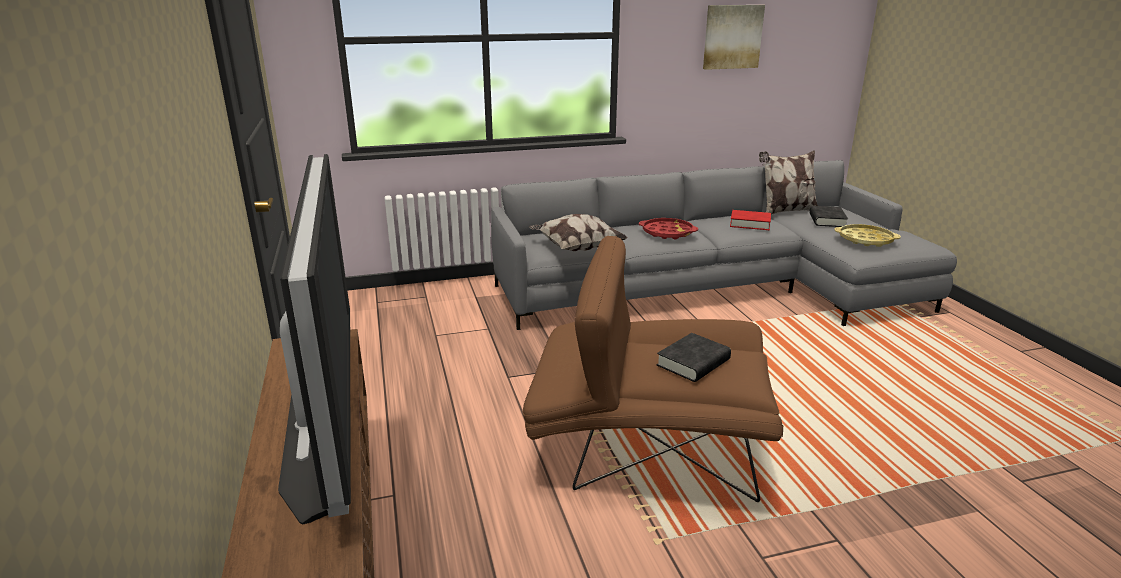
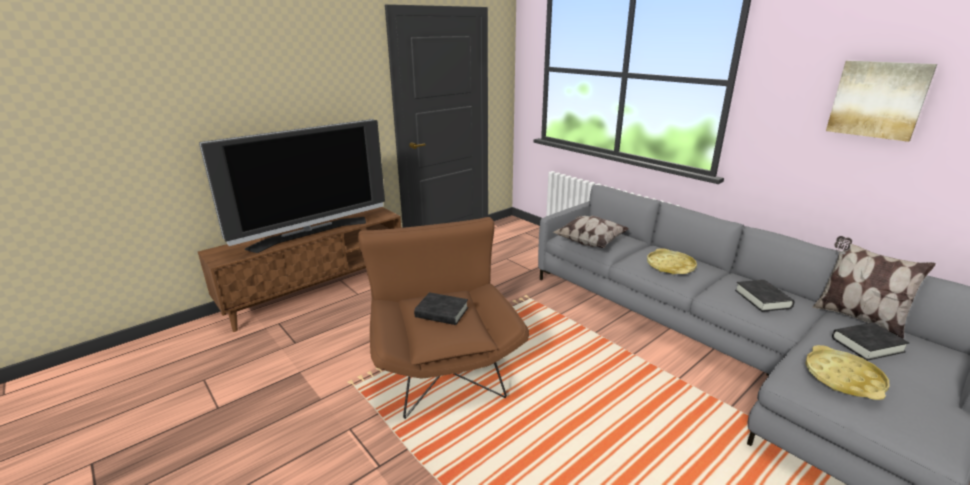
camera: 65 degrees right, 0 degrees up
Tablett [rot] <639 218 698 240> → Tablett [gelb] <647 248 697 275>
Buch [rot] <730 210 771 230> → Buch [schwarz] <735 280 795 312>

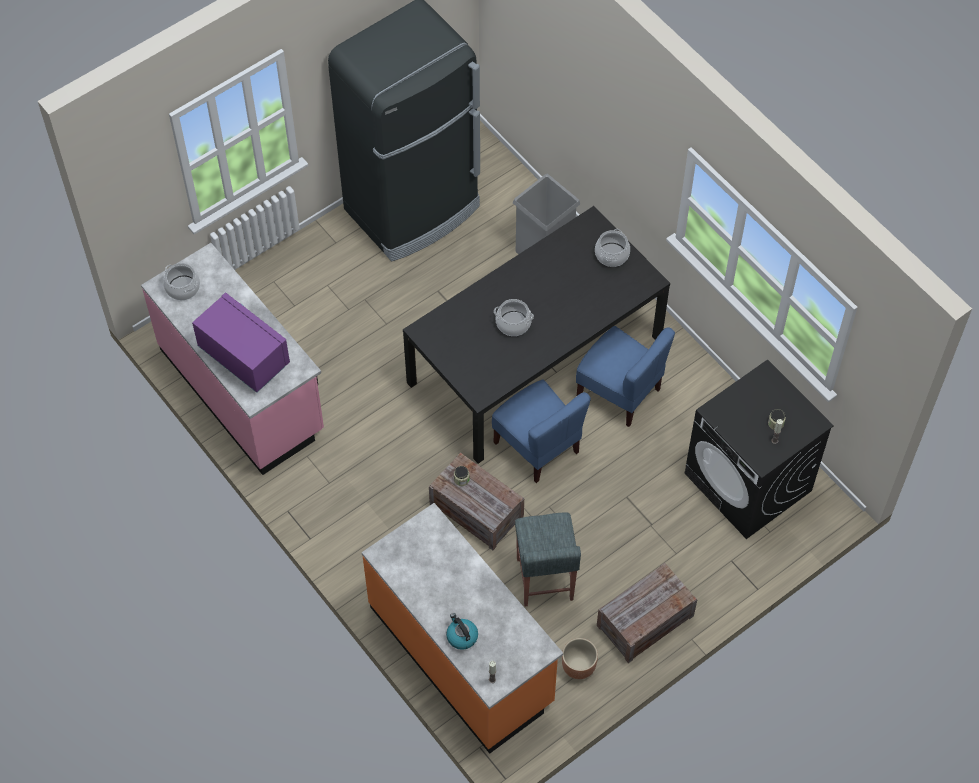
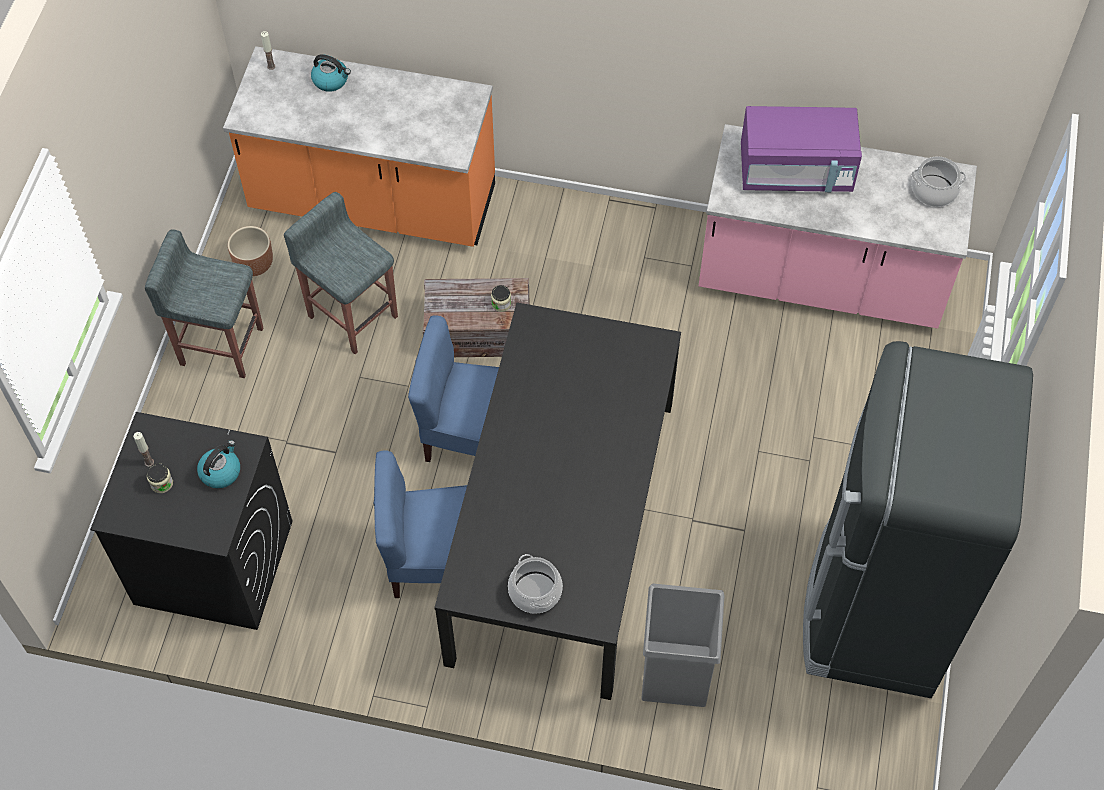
camera: 140 degrees right, 0 degrees up
Kiste <597 563 697 663> → Hocker [grau] <145 229 263 378>
- → Wasserkessel <197 440 240 488>
Kochtopf <494 299 534 336> → -

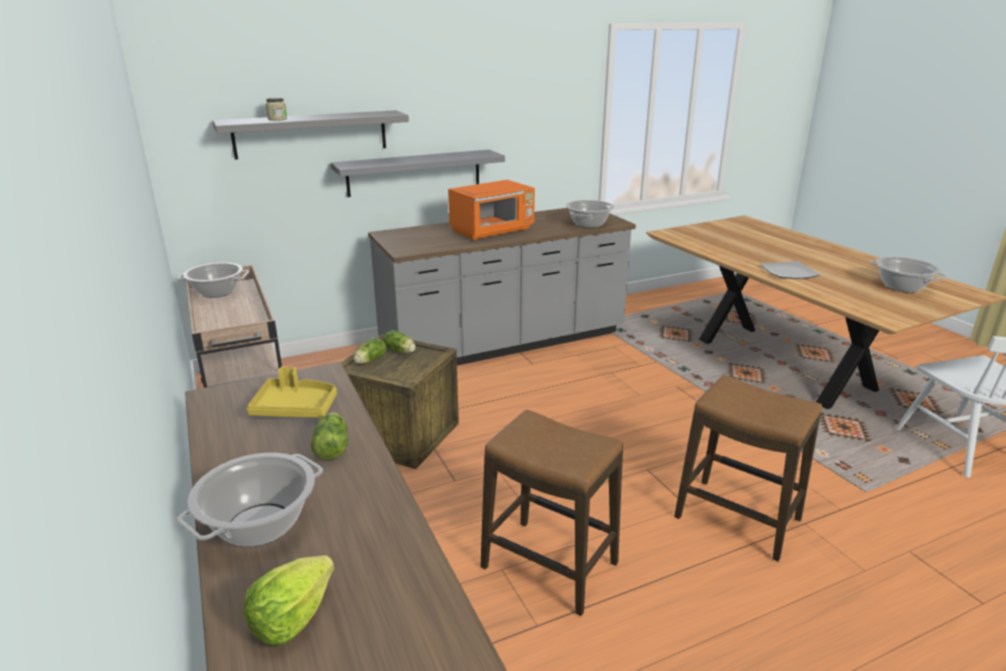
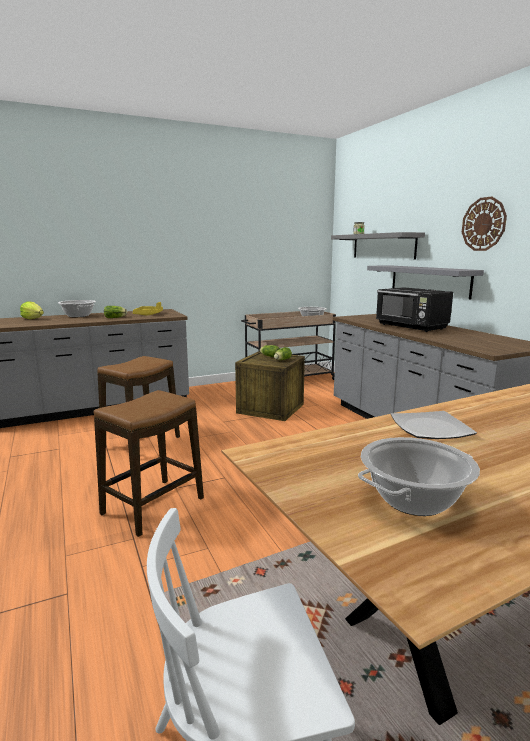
camera: 90 degrees right, 10 degrees down
Mikrowelle [orange] <448 180 535 240> → Mikrowelle [schwarz] <376 287 453 332>
- → Wanduhr <462 197 507 251>
Kochtopf <566 200 614 228> → -

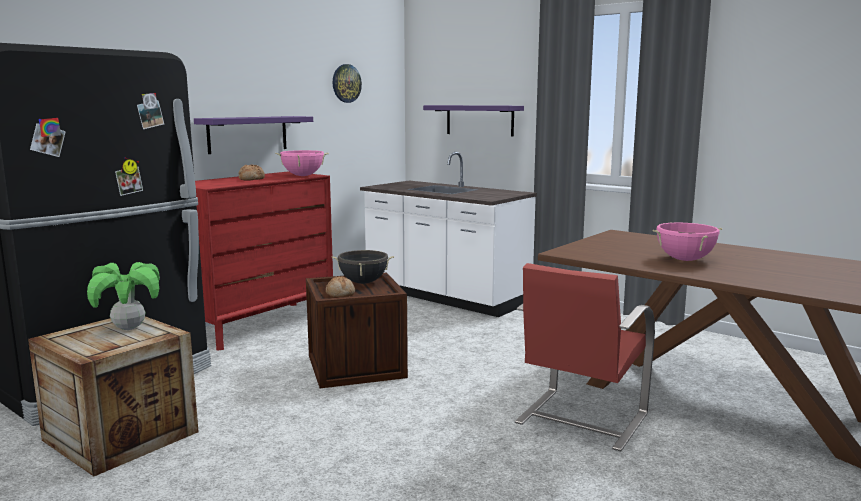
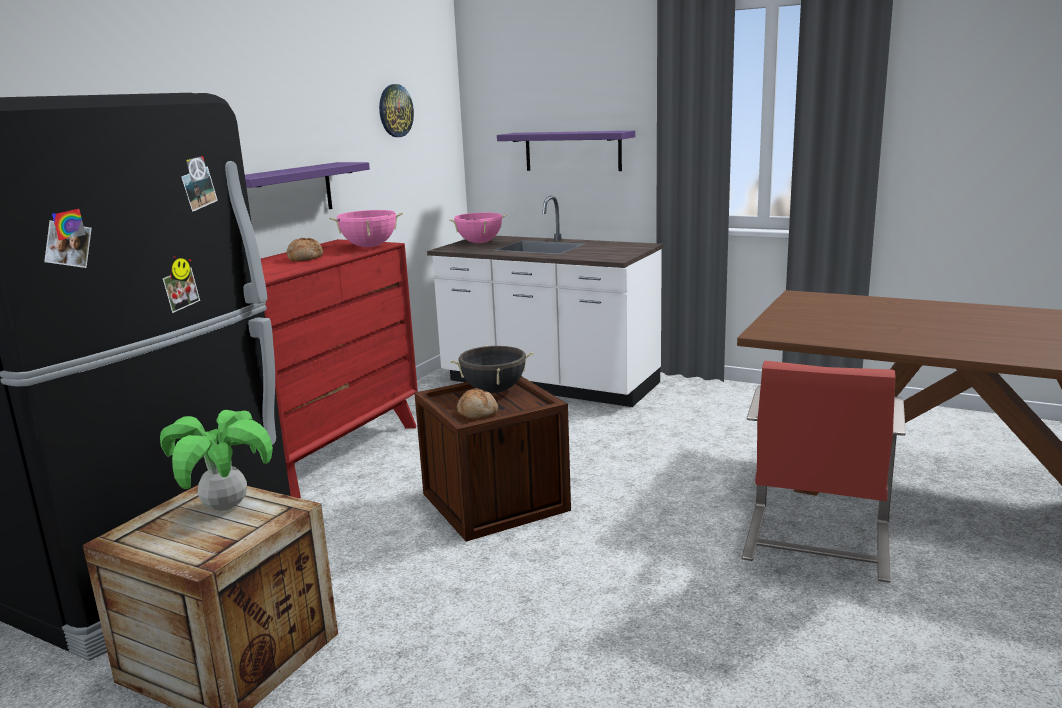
camera: 10 degrees left, 5 degrees up
Kochtopf [rosa] <653 222 722 261> → Kochtopf [rosa] <449 213 507 243>, moved

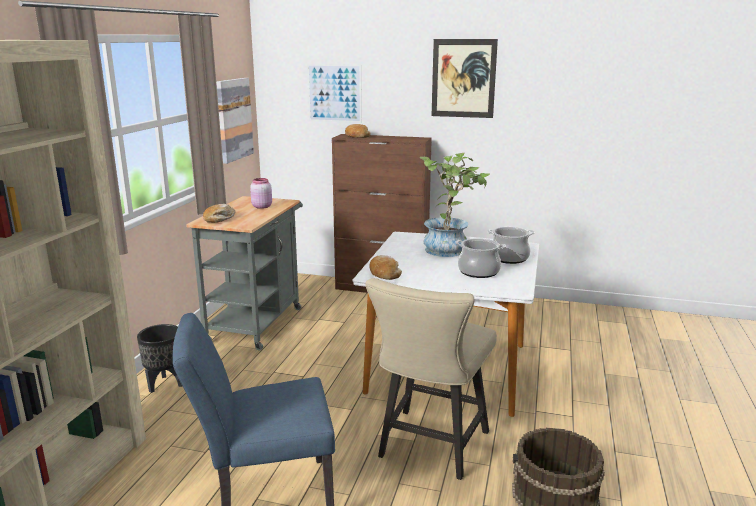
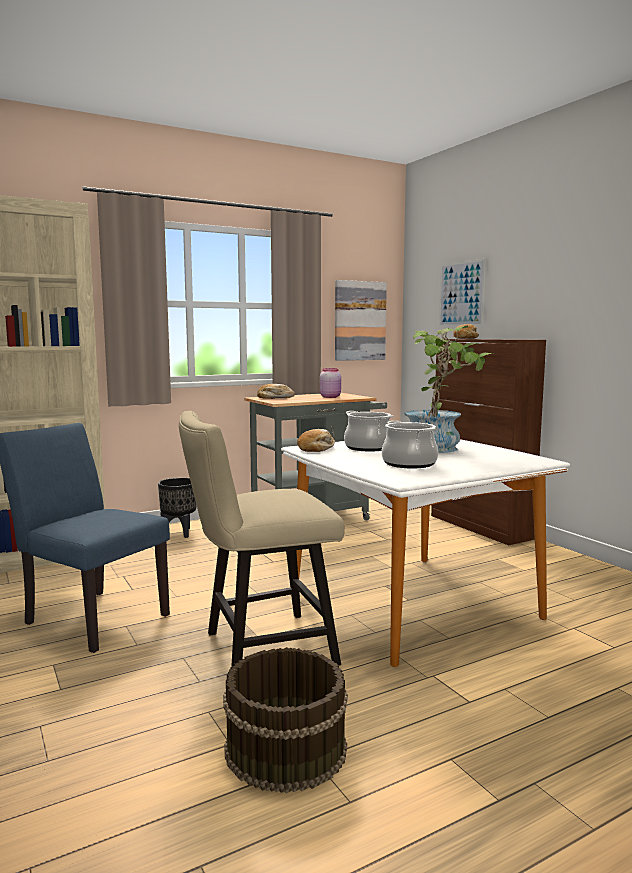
camera: 45 degrees right, 10 degrees down
Kochtopf <487 227 535 264> → Kochtopf <344 411 394 452>, moved
Bild <432 39 498 118> → -

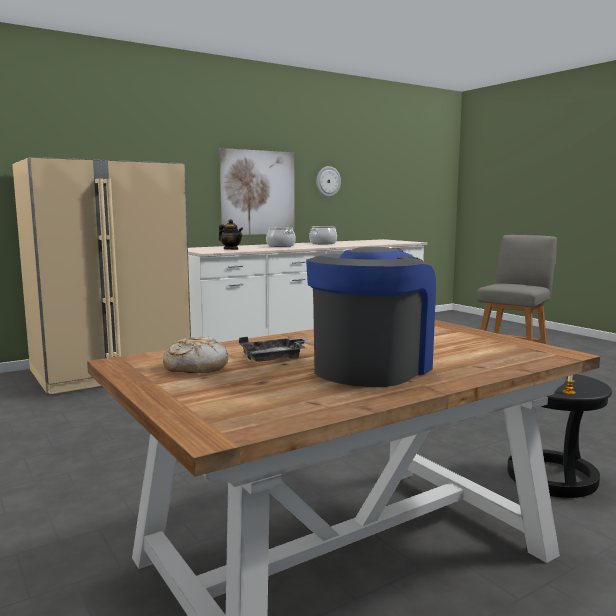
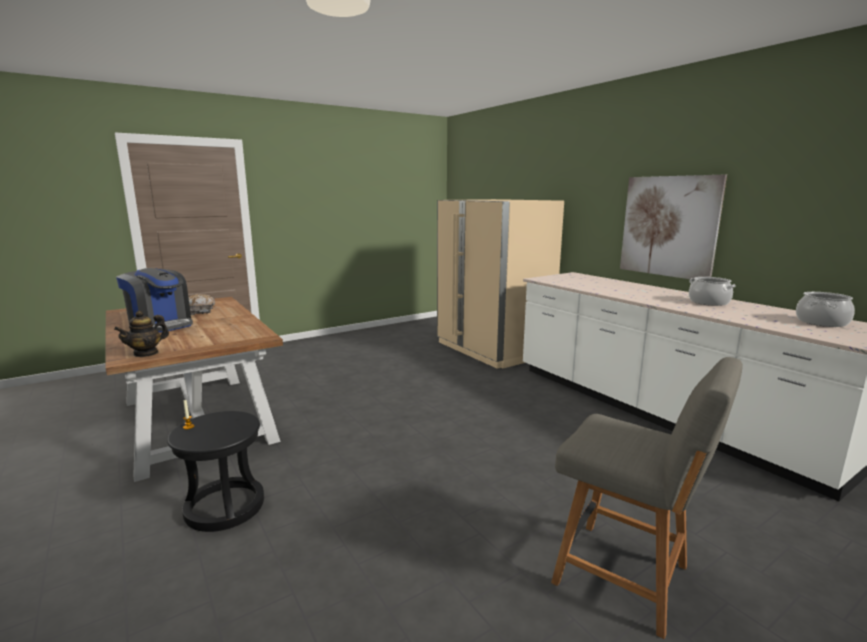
camera: 90 degrees right, 5 degrees up
Teekanne <219 219 243 250> → Teekanne <114 311 169 357>, moved
Kochtopf <266 228 296 247> → Kochtopf <796 292 855 327>, moved
Wanduhr <316 166 341 197> → -

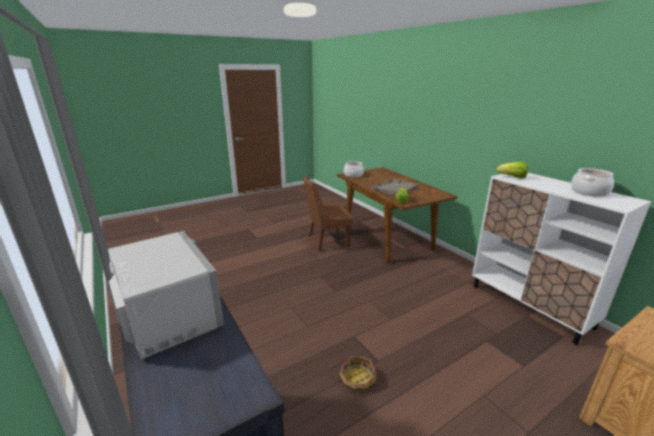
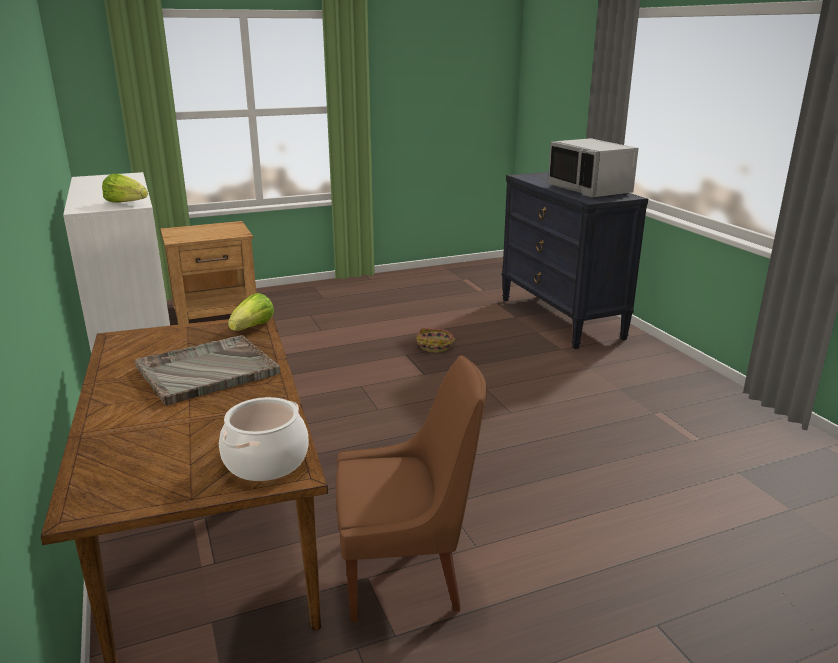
camera: 170 degrees left, 0 degrees up
Kochtopf <571 168 614 197> → -

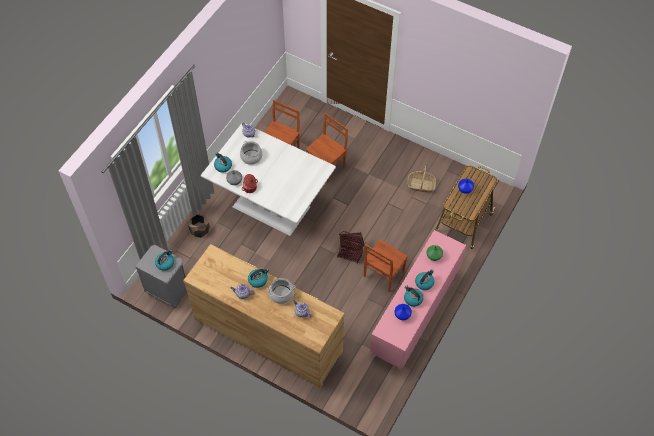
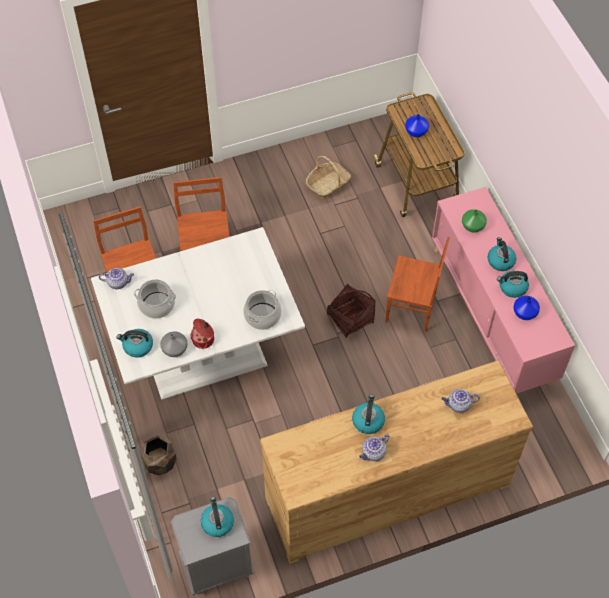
camera: 50 degrees left, 0 degrees up
Kochtopf <267 278 295 304> → Kochtopf <243 290 282 330>, moved
Stuhl [braun] <364 240 408 292> → Stuhl [braun] <386 237 450 332>, 60 degrees counterclockwise

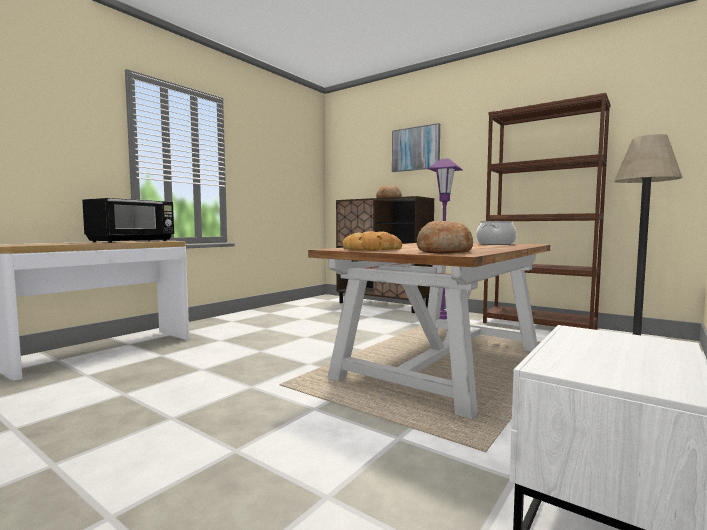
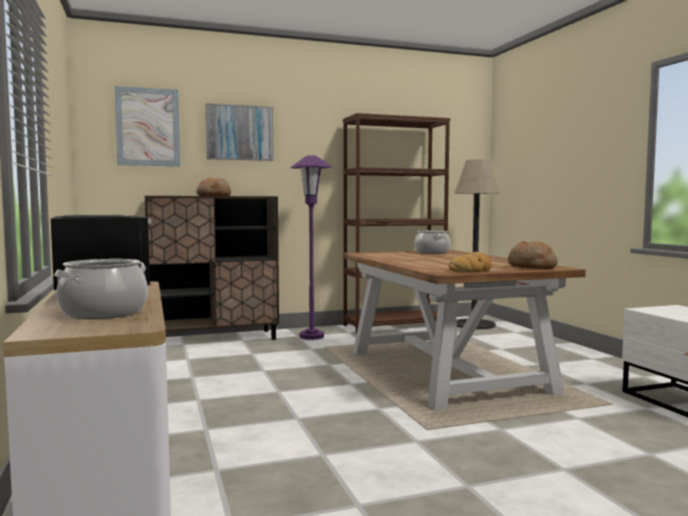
camera: 55 degrees left, 0 degrees up
- → Kochtopf <54 259 148 319>
- → Bild <115 86 180 166>

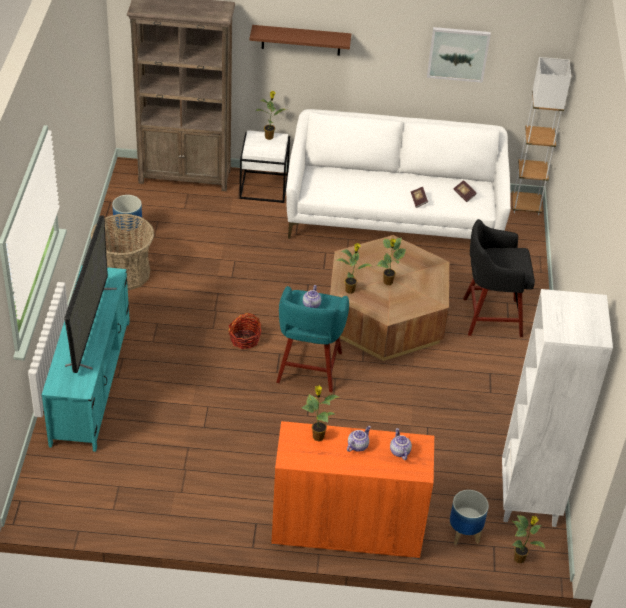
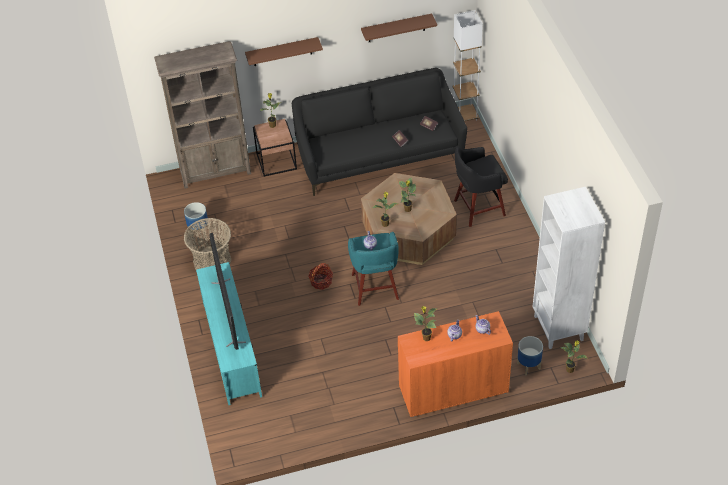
camera: 15 degrees left, 5 degrees up
Beistelltisch [weiß] <239 130 290 203> → Beistelltisch [braun] <253 119 297 177>
Sofa [weiß] <286 109 511 239> → Sofa [schwarz] <292 68 467 196>
Bild <427 27 491 83> → Wandregal [braun] <361 13 437 42>

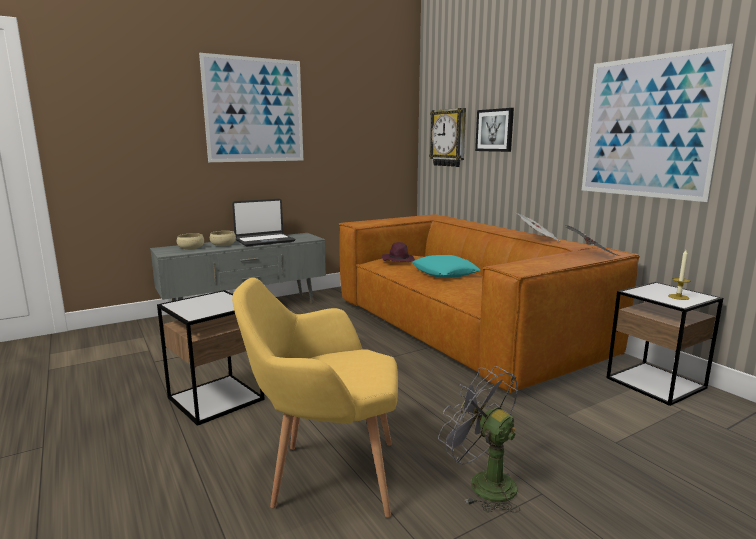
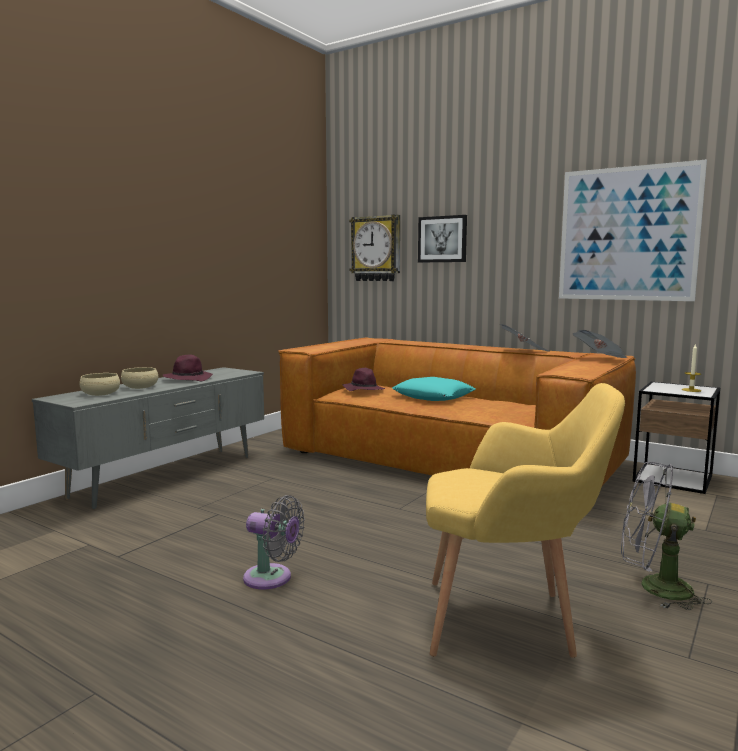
camera: 25 degrees left, 5 degrees down
Laptop <232 199 295 246> → Hut [lila] <163 354 213 381>
Beistelltisch <157 290 265 426> → Ventilator [grau] <243 495 305 589>
Sessel [gelb] <232 278 398 518> → Sessel [gelb] <426 383 625 658>, 150 degrees counterclockwise
Bild <199 53 303 162> → -

